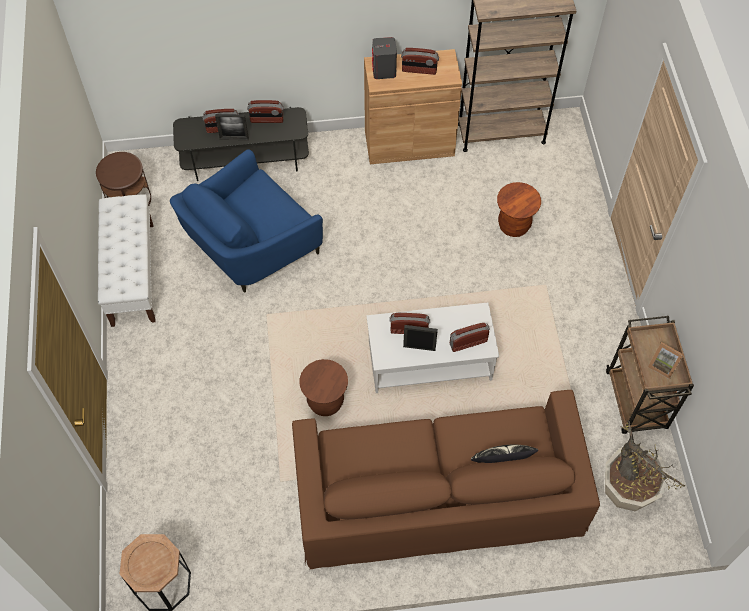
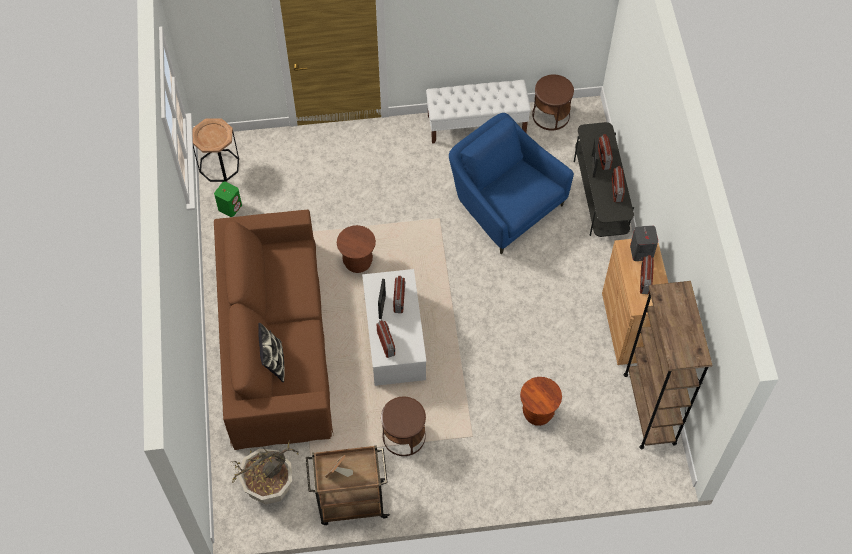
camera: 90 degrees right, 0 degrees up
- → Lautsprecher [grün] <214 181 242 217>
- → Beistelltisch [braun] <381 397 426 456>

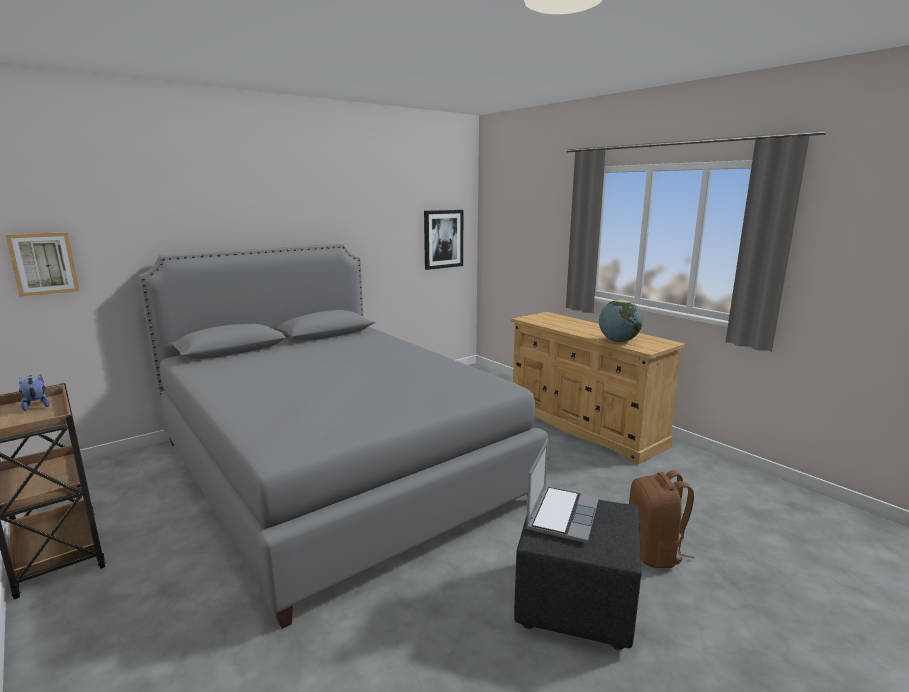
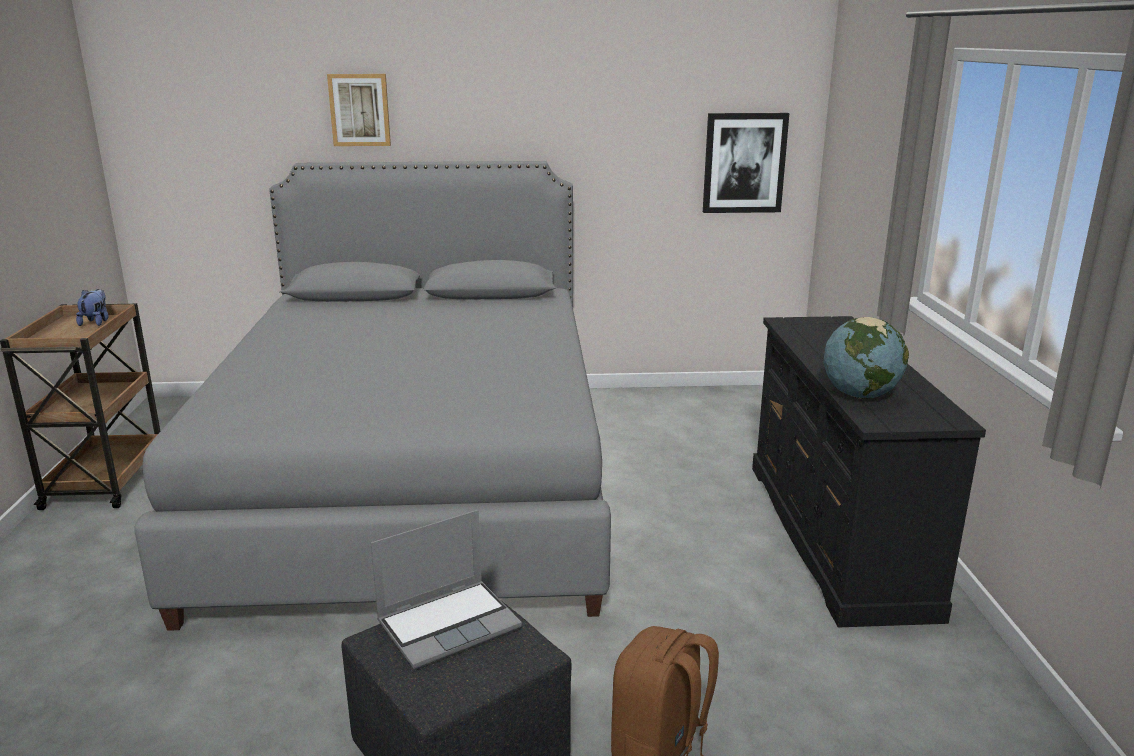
camera: 35 degrees right, 5 degrees up
Bild <5 232 79 297> → Bild <327 74 391 146>, moved
Kommode [beige] <511 312 686 465> → Kommode [schwarz] <752 316 986 627>

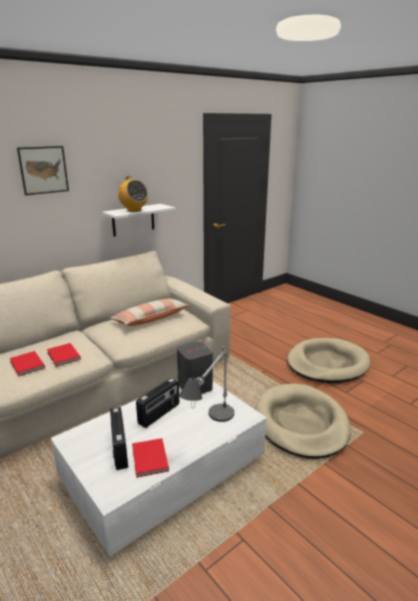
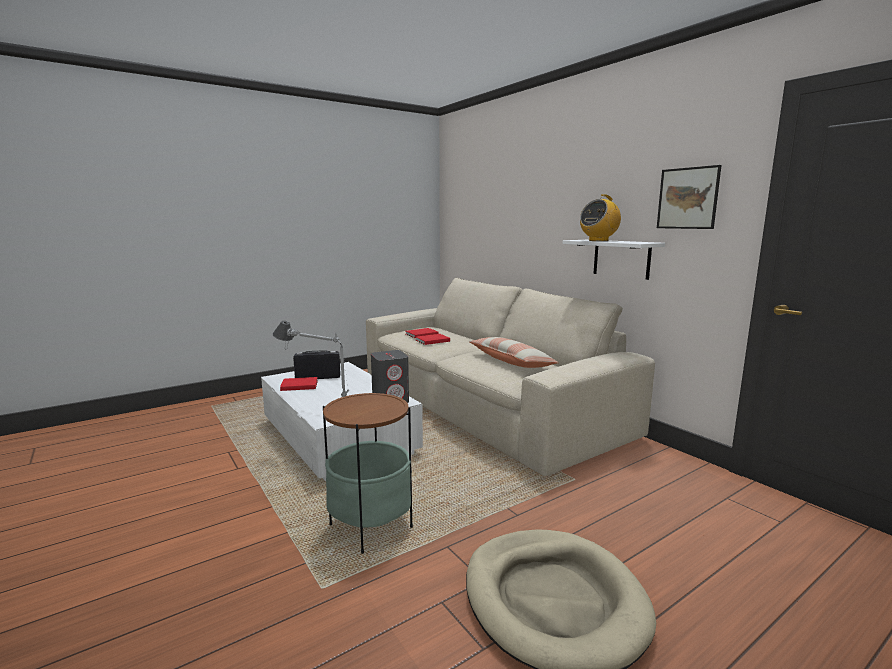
camera: 95 degrees right, 10 degrees down
Hundebett [beige] <255 383 351 459> → Beistelltisch <323 392 413 554>
Bild <17 146 69 195> → Bild <657 165 722 229>, moved
Radio <136 378 179 428> → -

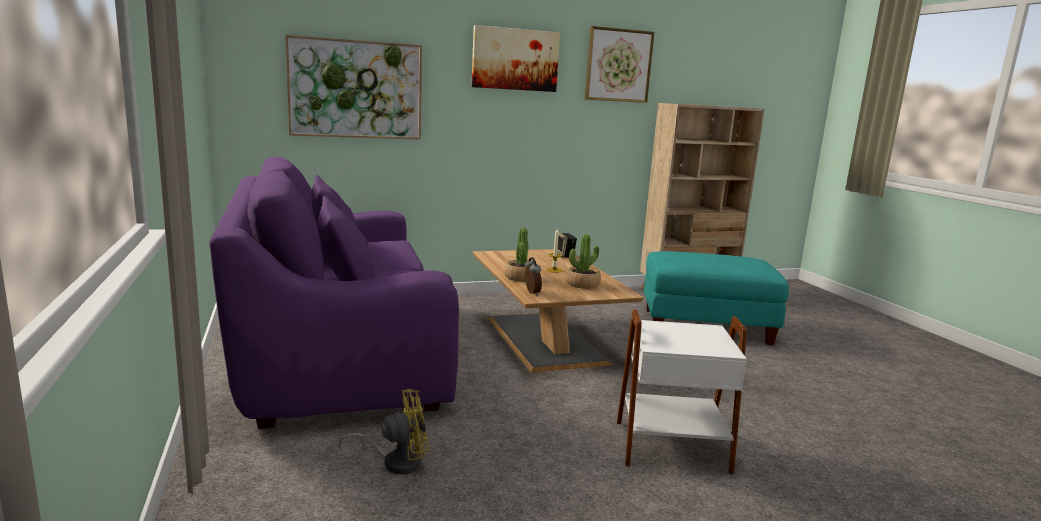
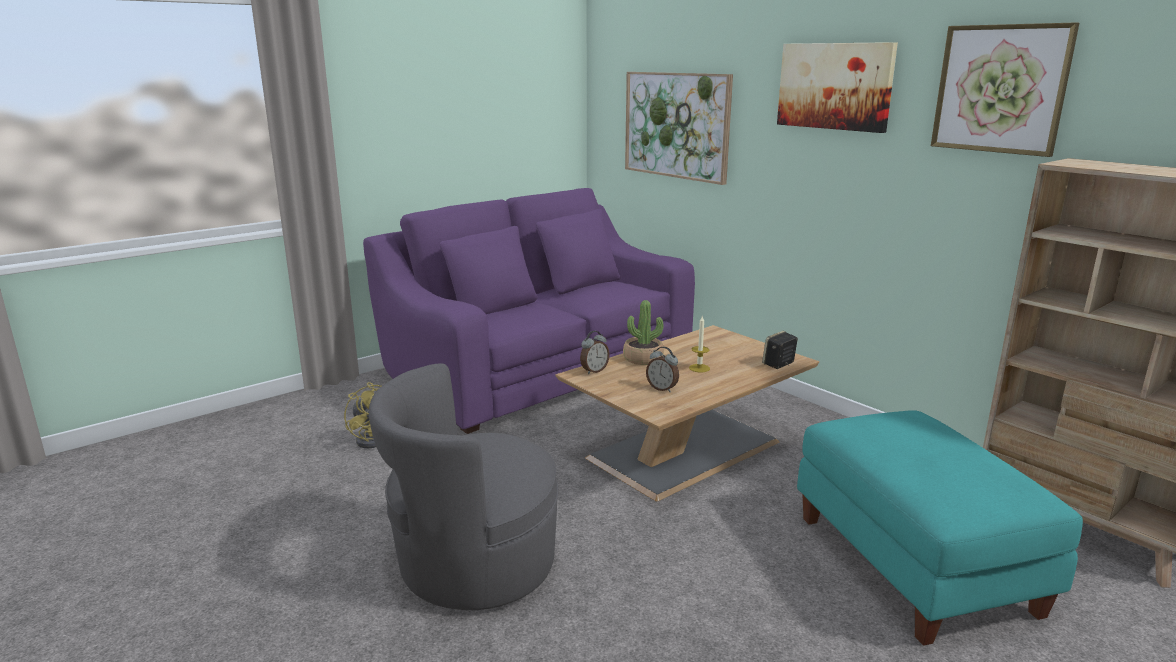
camera: 70 degrees right, 5 degrees up
Beistelltisch [weiß] <617 310 747 474> → Sessel [grau] <369 363 559 610>
Topfpflanze <566 234 601 289> → Wecker <646 347 679 392>

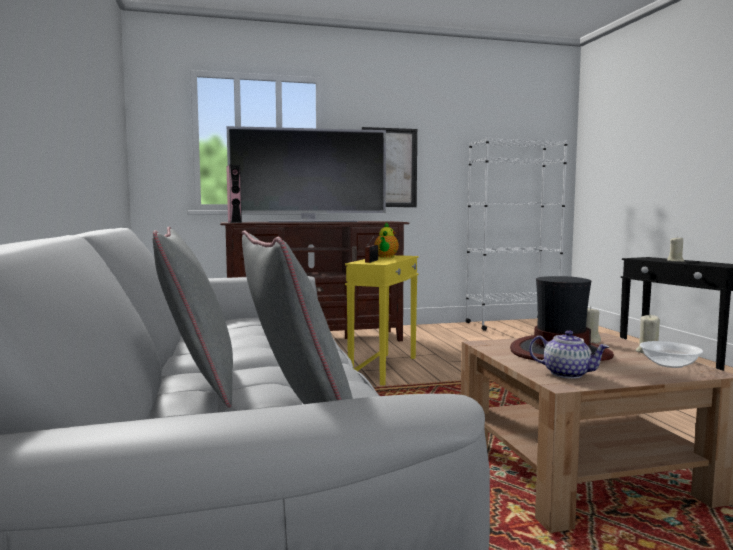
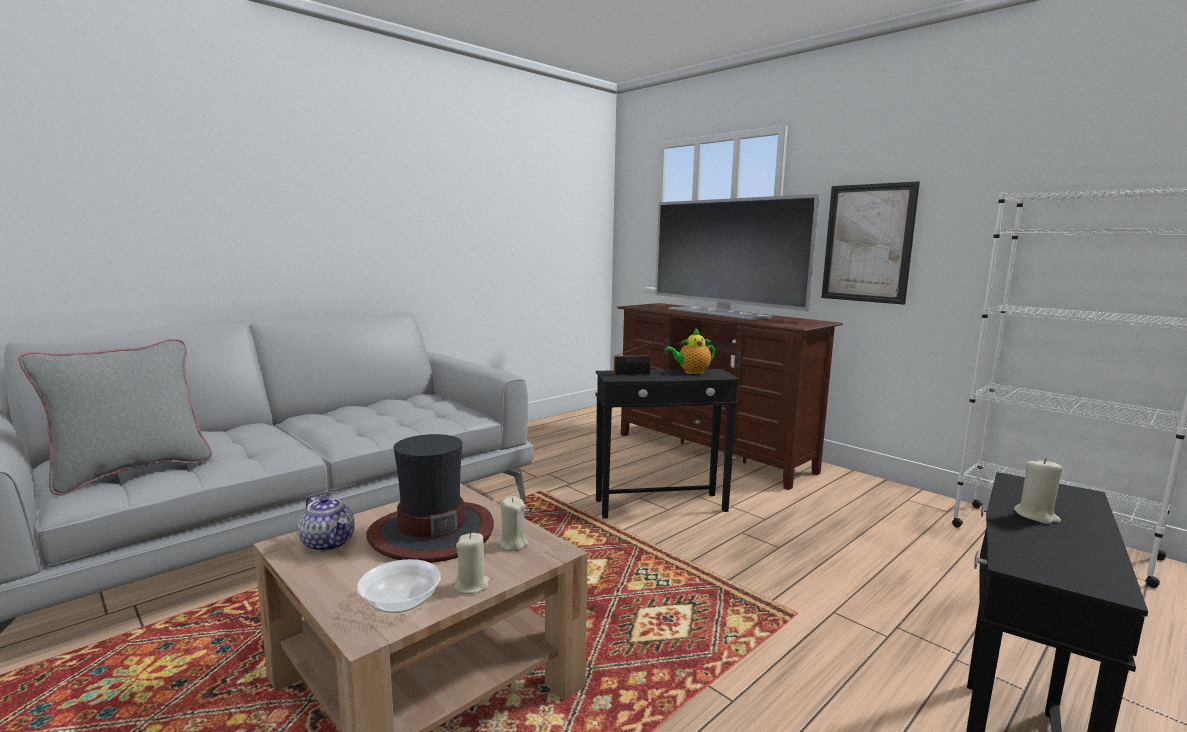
camera: 60 degrees right, 5 degrees up
Teekanne <529 330 609 379> → Teekanne <298 495 355 552>, 45 degrees counterclockwise
Beistelltisch [gelb] <345 255 419 386> → Beistelltisch [schwarz] <595 369 740 518>
Kissen [grau] <153 226 233 408> → -
Lautsprecher [rosa] <226 165 242 223> → -

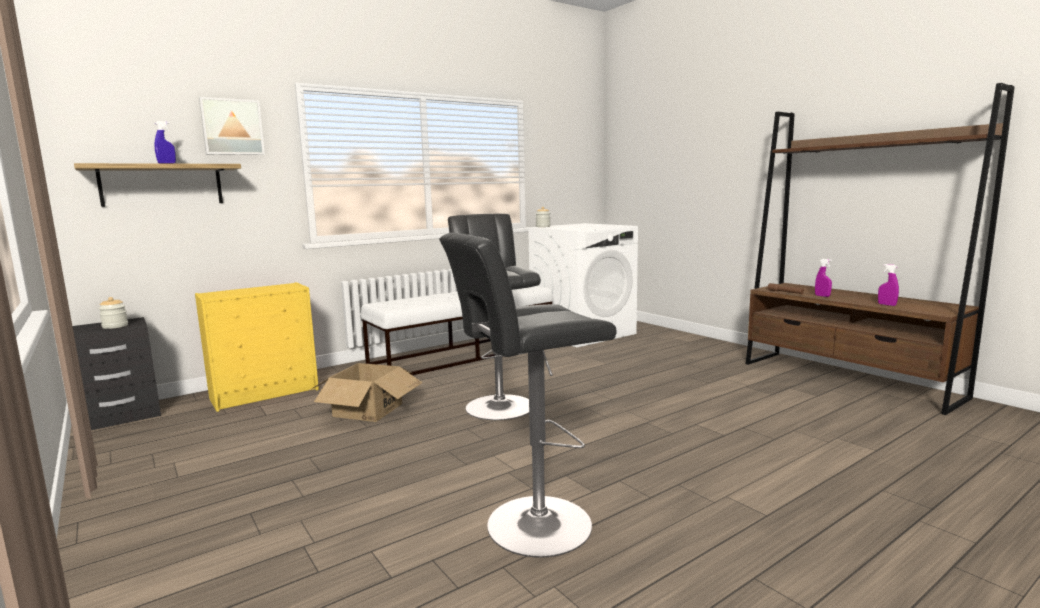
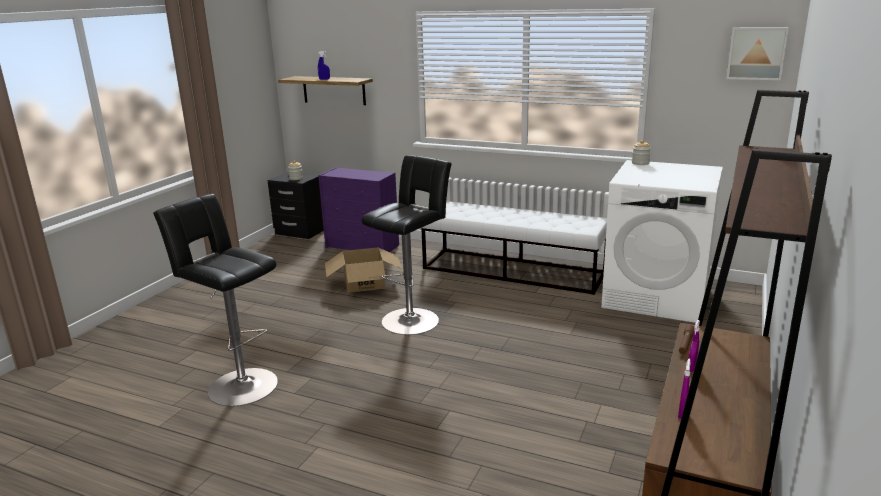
camera: 60 degrees right, 10 degrees up
Kommode [gelb] <195 282 319 412> → Kommode [lila] <318 167 399 252>
Bild <199 97 265 155> → Bild <727 27 789 80>, moved

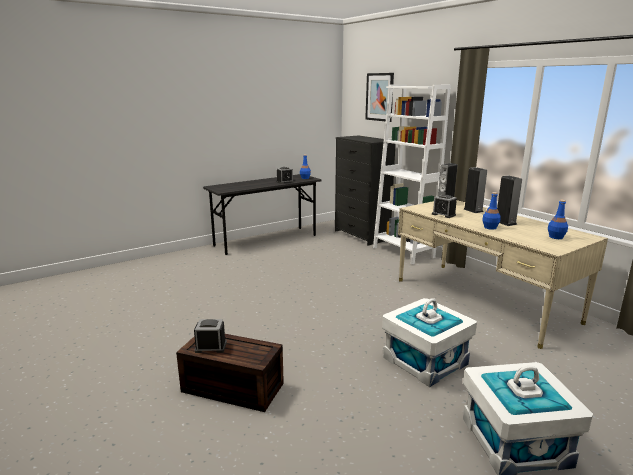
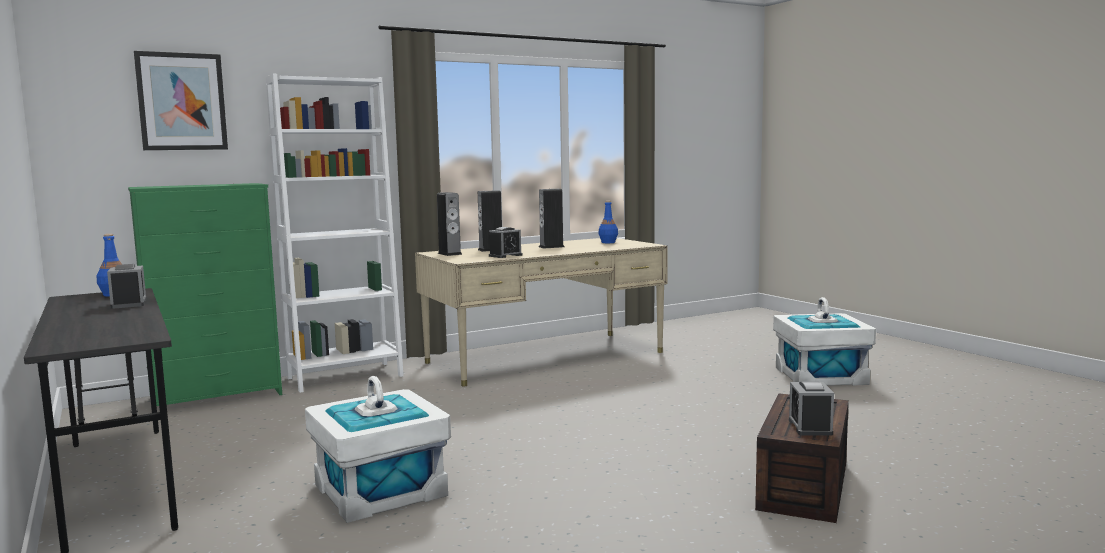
camera: 85 degrees left, 10 degrees down
Kommode [schwarz] <335 135 396 245> → Kommode [grün] <128 183 282 406>
Aufbewahrungsbox [weiß] <382 298 477 387> → Aufbewahrungsbox [weiß] <305 376 451 523>, moved
Flasche [blau] <482 192 501 230> → -

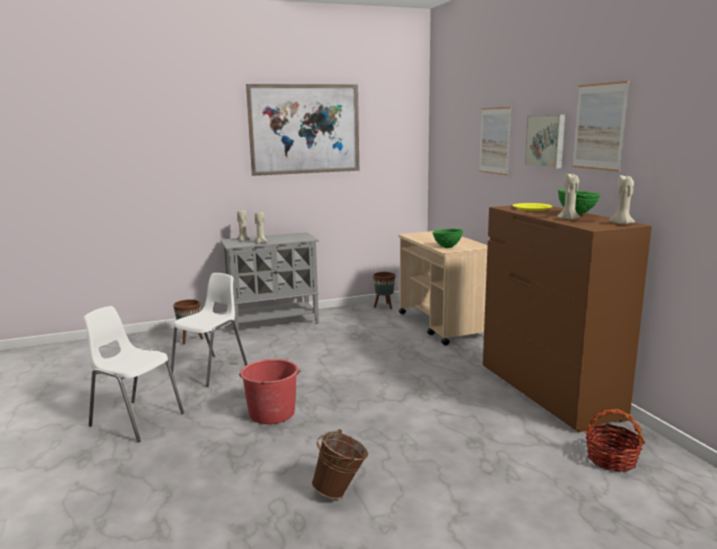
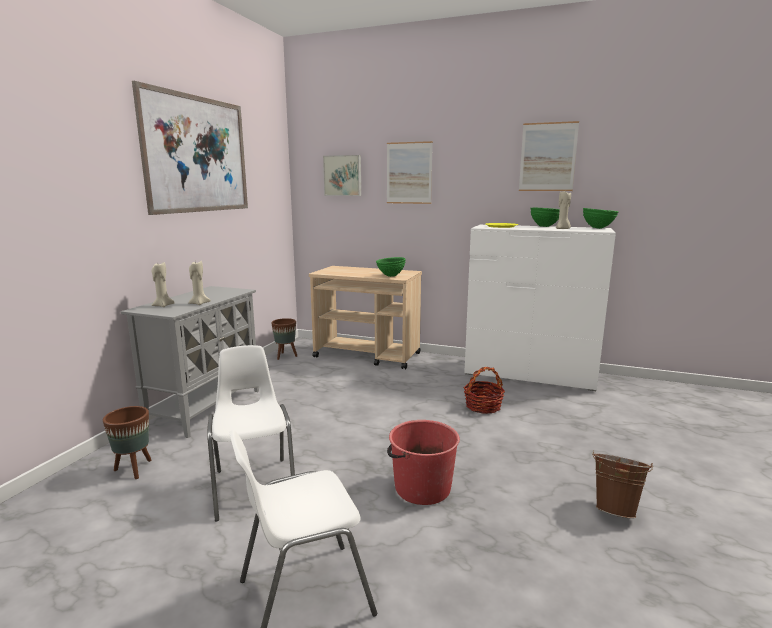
camera: 50 degrees left, 0 degrees up
Bild <524 114 565 169> → Bild <323 155 361 196>, moved
Korb <585 408 645 472> → Korb <463 367 505 414>, moved
Kommode [braun] <483 205 652 432> → Kommode [weiß] <464 225 616 391>
Kerze [beige] <609 175 635 225> → Schüssel [grün] <583 208 619 229>

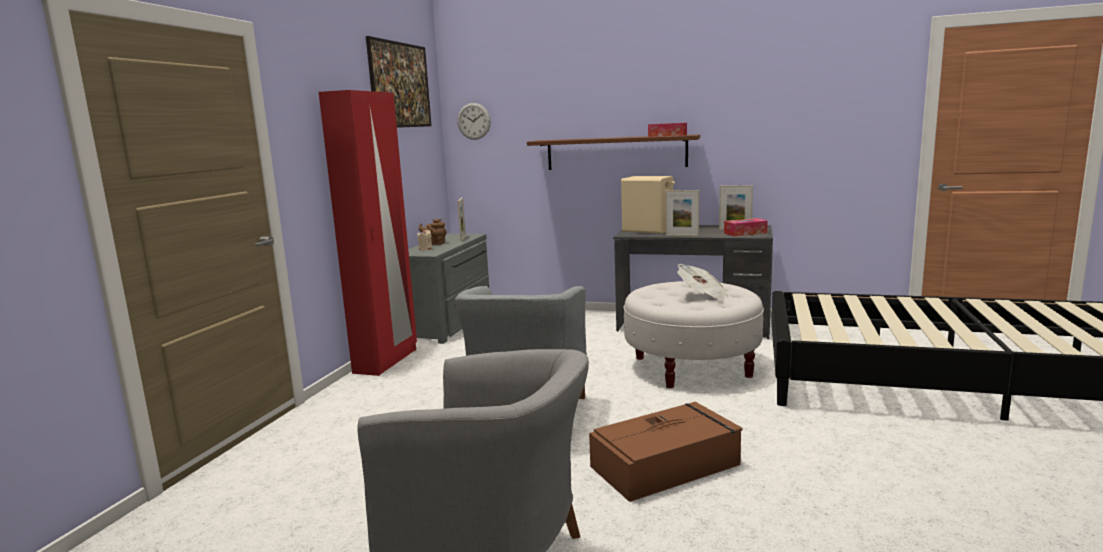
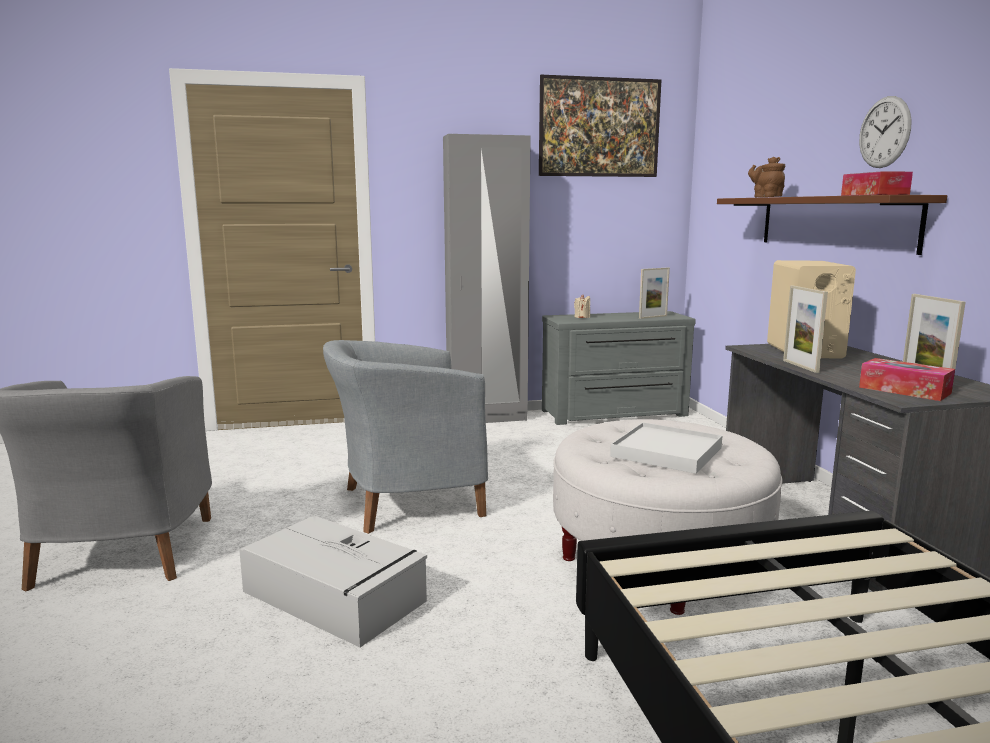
camera: 60 degrees right, 0 degrees up
Aufbewahrungsbox [braun] <589 402 743 502> → Aufbewahrungsbox [grau] <239 516 427 647>
Kleiderschrank [rot] <319 90 417 376> → Kleiderschrank [grau] <443 134 531 423>
Zeitung <677 264 728 301> → Tablett [weiß] <610 422 722 474>
Teekanne [braun] <419 219 447 245> → Teekanne [braun] <748 157 785 197>, moved
Wanduhr <457 103 491 140> → Wanduhr <859 96 912 168>, moved

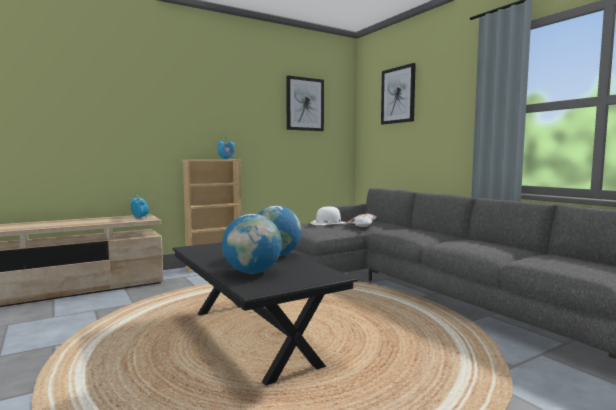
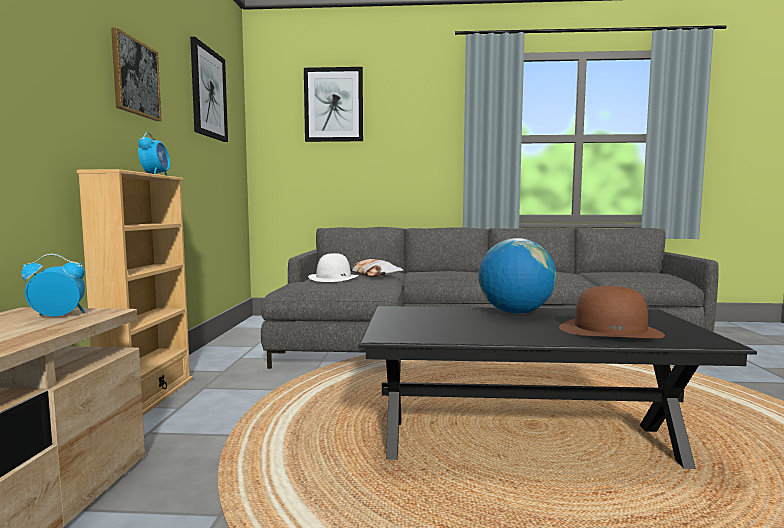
camera: 55 degrees left, 0 degrees up
- → Bild <111 27 162 121>
Globus <222 214 282 274> → Hut [braun] <559 286 665 338>

